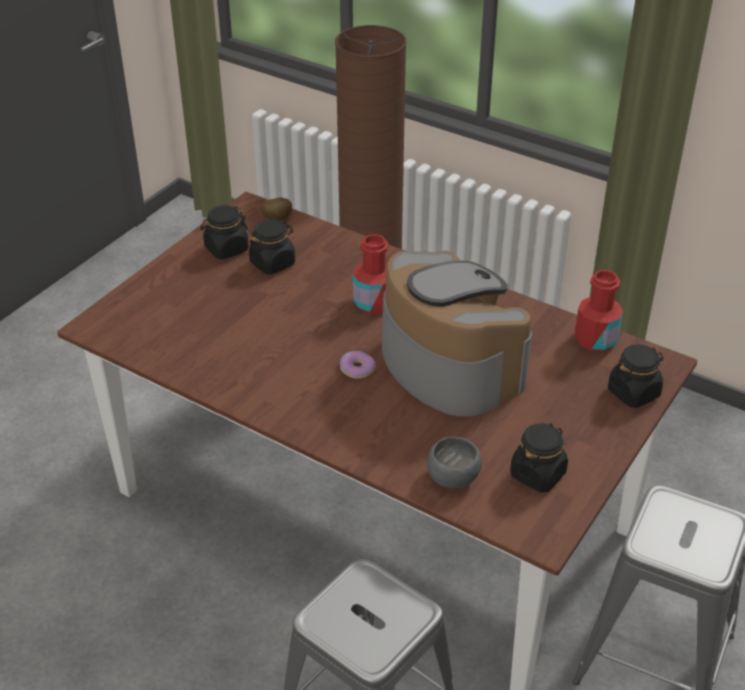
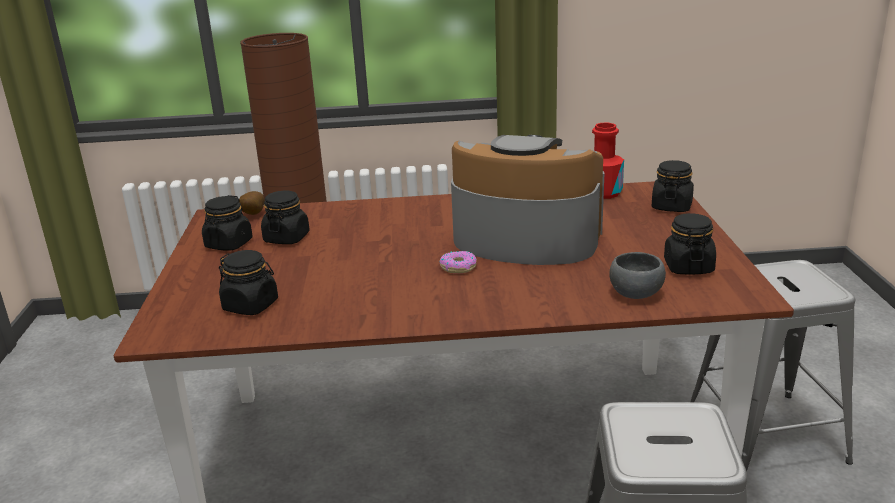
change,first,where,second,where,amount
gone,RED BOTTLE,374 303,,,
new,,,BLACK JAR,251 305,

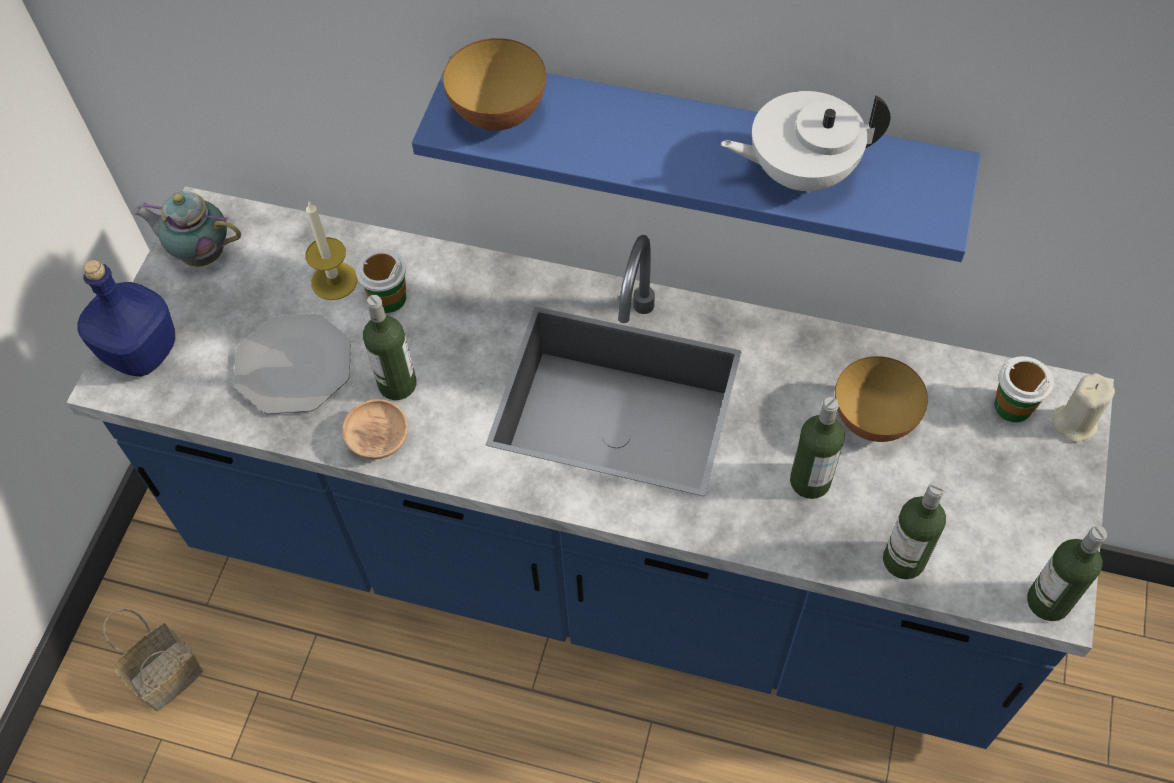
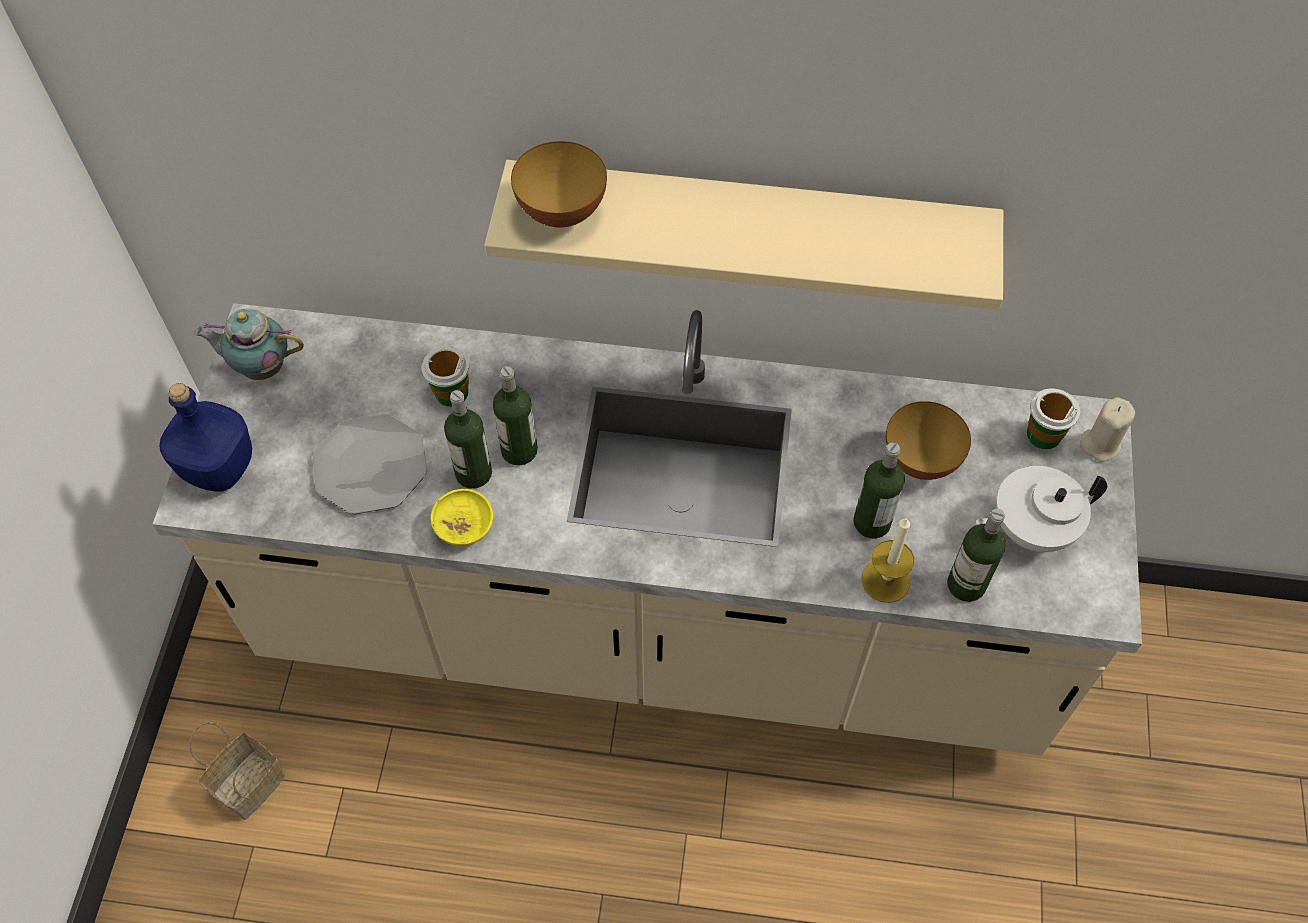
change,first,where,second,where,amount
repainted,BLUE COUNTER,595 568,BEIGE COUNTER,654 632,
shifted,CANDLE,334 281,,885 580,
repainted,BROWN BOWL,378 439,YELLOW BOWL,464 526,
repainted,BLUE SHELF,703 147,BEIGE SHELF,748 224,
shifted,WHITE TEAPOT,800 172,,1030 528,
shifted,BOTTLE,1048 601,,519 450,

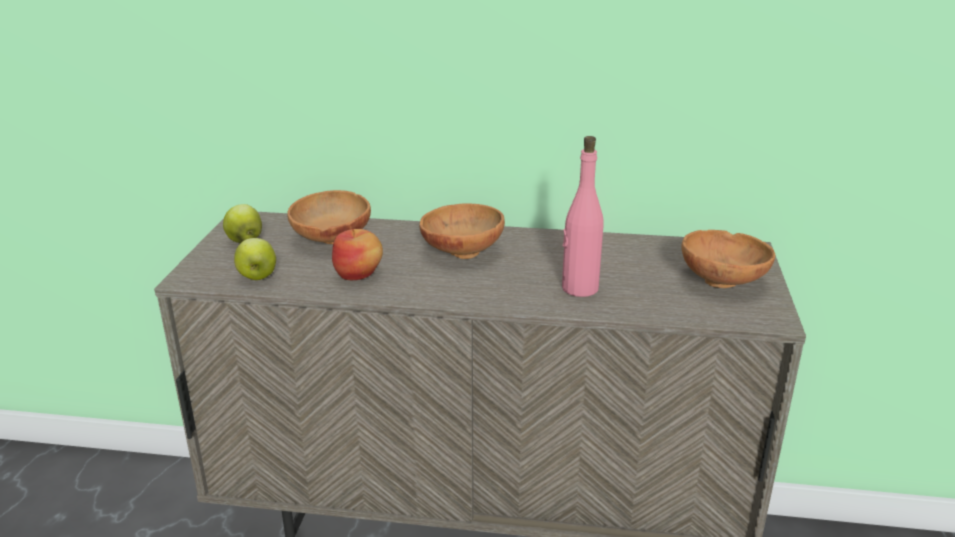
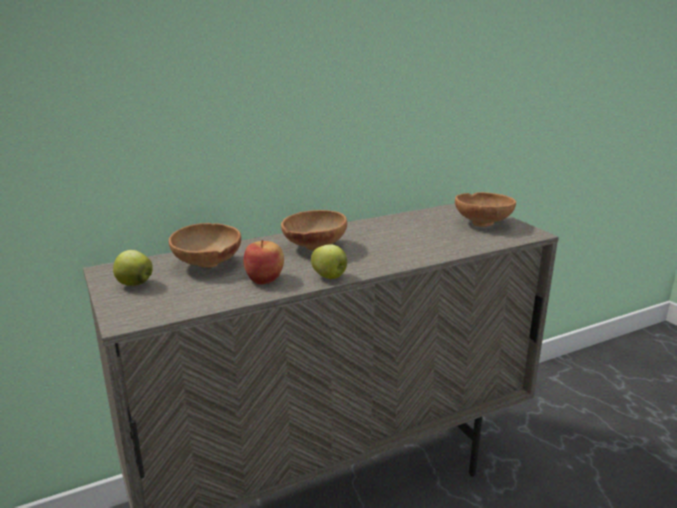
change,first,where,second,where,amount
shifted,APPLE,257 277,,330 277,
gone,PINK BOTTLE,579 288,,,

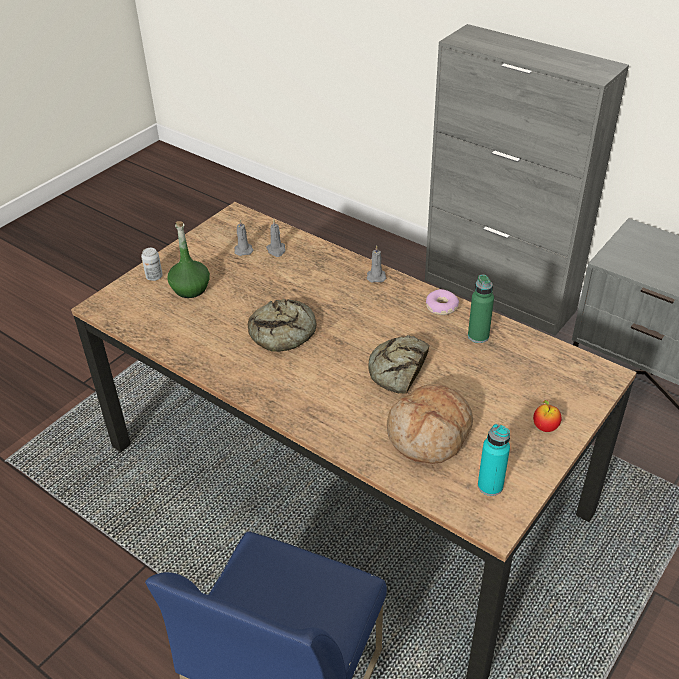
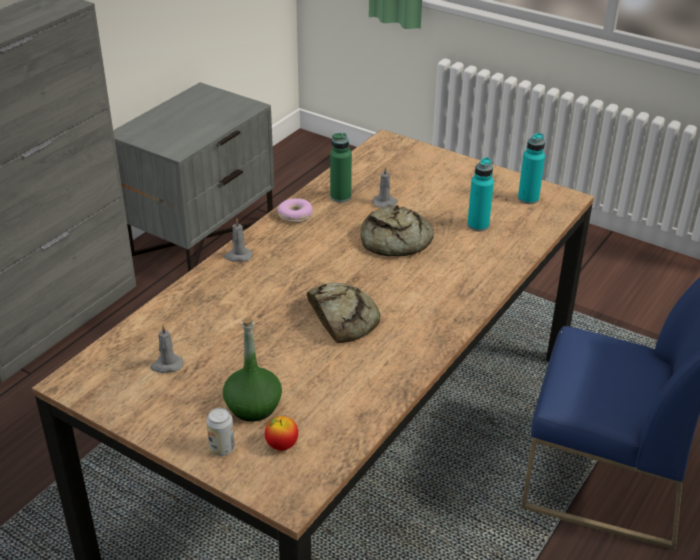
change,first,where,second,where,amount
shifted,GREY CANDLE,276 250,,385 203,
swapped,BREAD,429 434,TURQUOISE BOTTLE,478 225,
shifted,APPLE,545 427,,282 445,

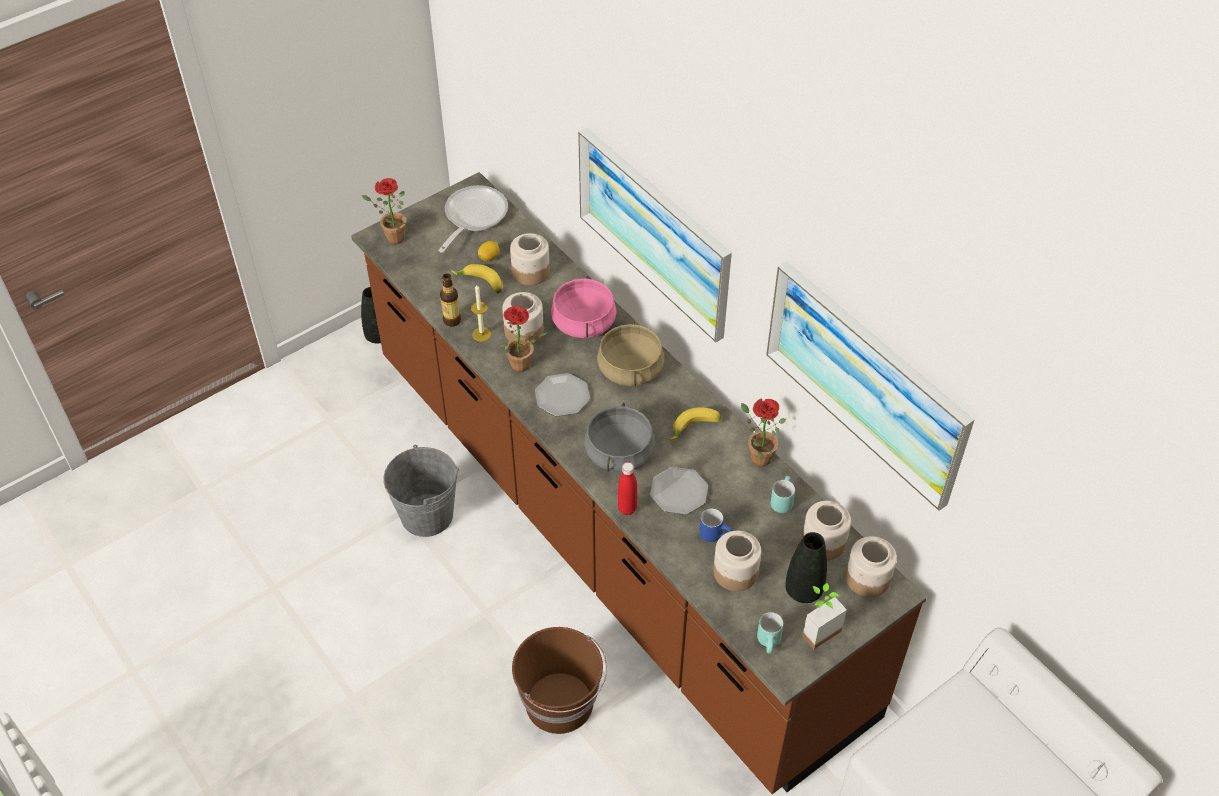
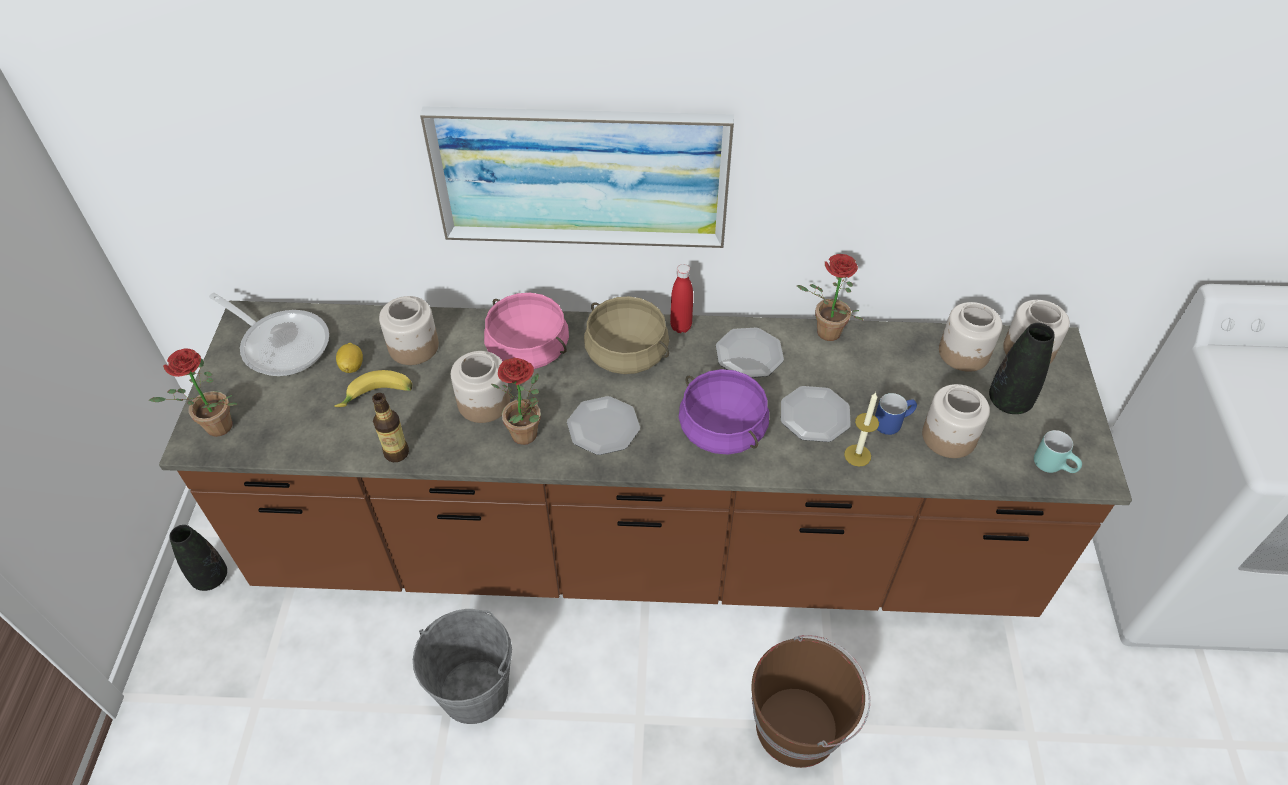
change,first,where,second,where,amount
rotated,FRYING PAN,473 217,,281 344,150 degrees clockwise
shifted,CANDLE,481 334,,857 455,
repainted,GREY COOKING POT,618 452,PURPLE COOKING POT,721 429,
shifted,RED BOTTLE,627 508,,681 326,
swapped,BANANA,694 429,PLATE,749 355,
gone,PICTURE,866 381,,,
gone,TURQUOISE MUG,780 500,,,
gone,POTTED PLANT,816 628,,,

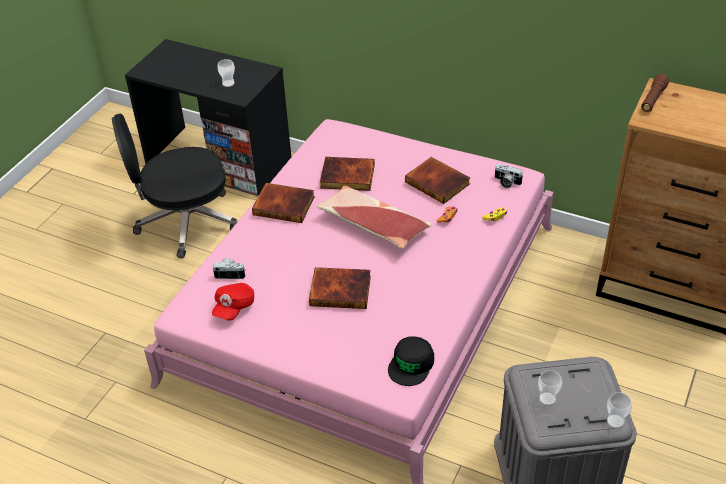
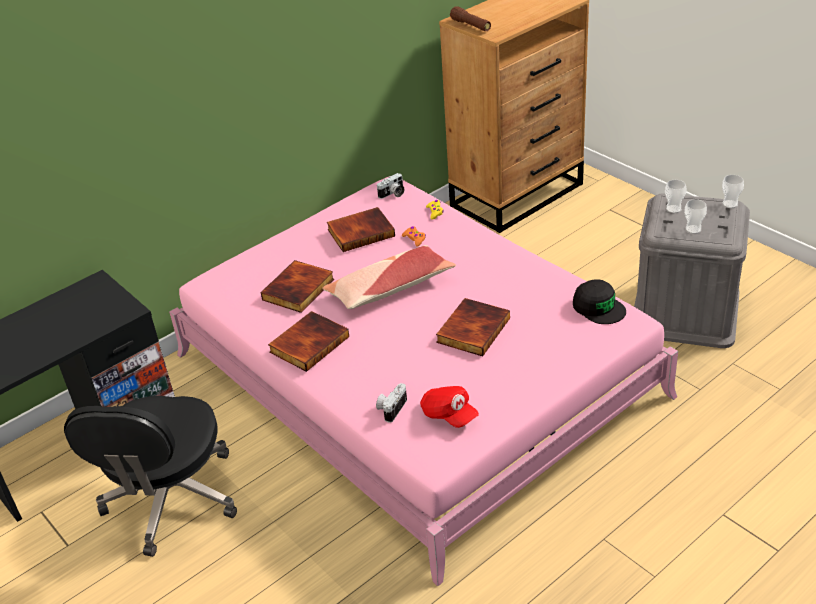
change,first,where,second,where,amount
shifted,CUP,228 83,,673 209,

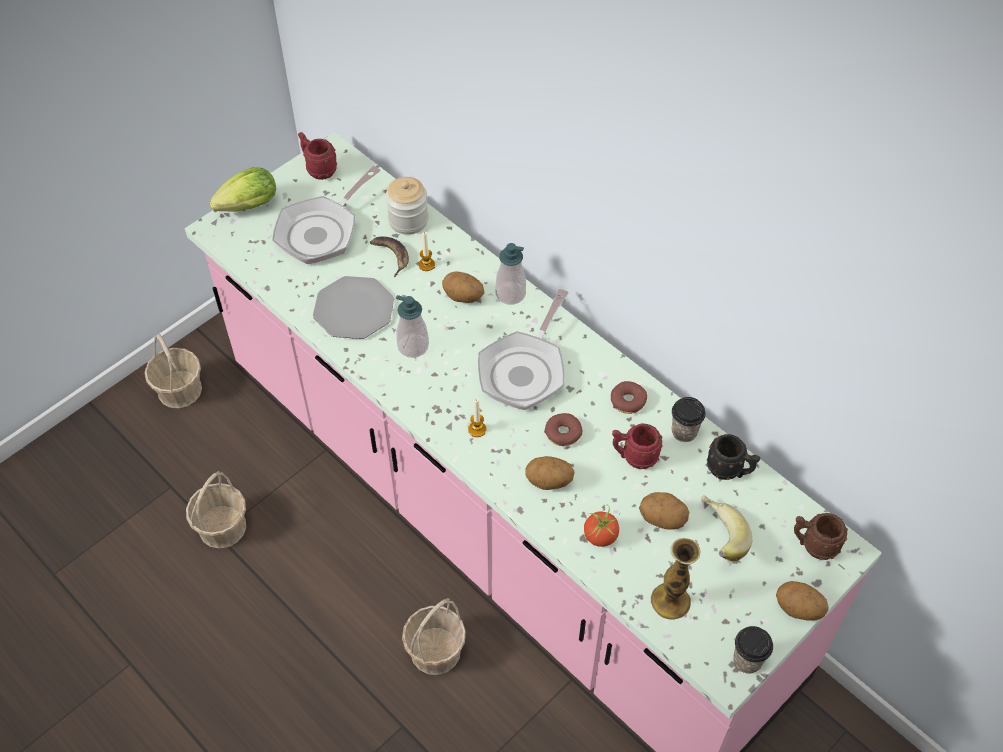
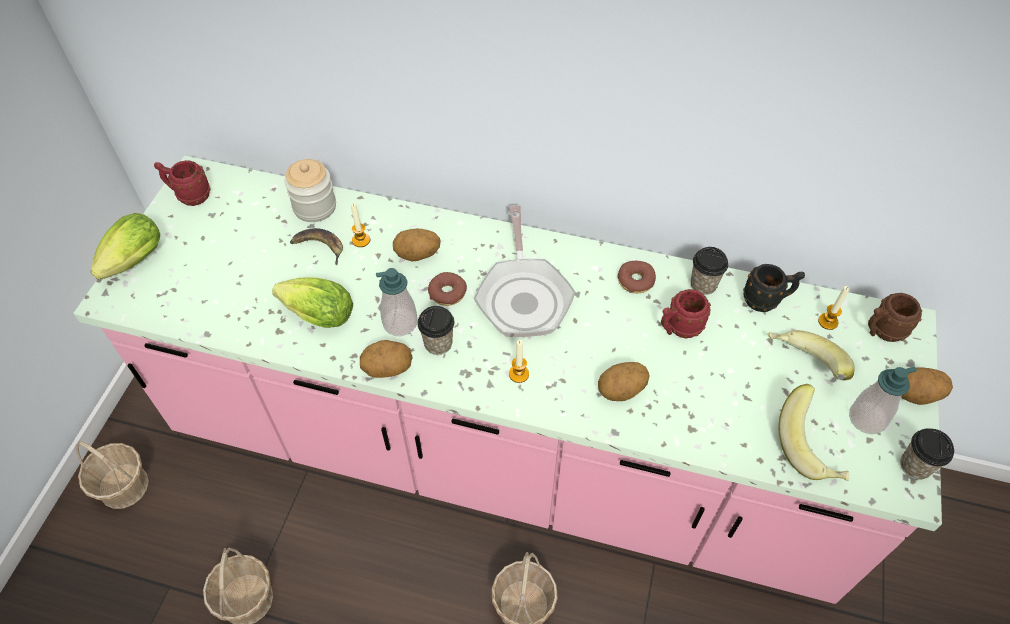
change,first,where,second,where,amount
gone,FRYING PAN,321 231,,,
swapped,PLATE,354 309,LETTUCE,315 314,
shifted,SOAP DISPENSER,510 294,,867 418,
shifted,DONUT,563 433,,447 293,
gone,TOMATO,600 536,,,
shifted,POTATO,662 519,,388 368,
swapped,VASE,670 601,BANANA,810 447,
new,,,CUP,438 344,
new,,,CANDLE,828 321,

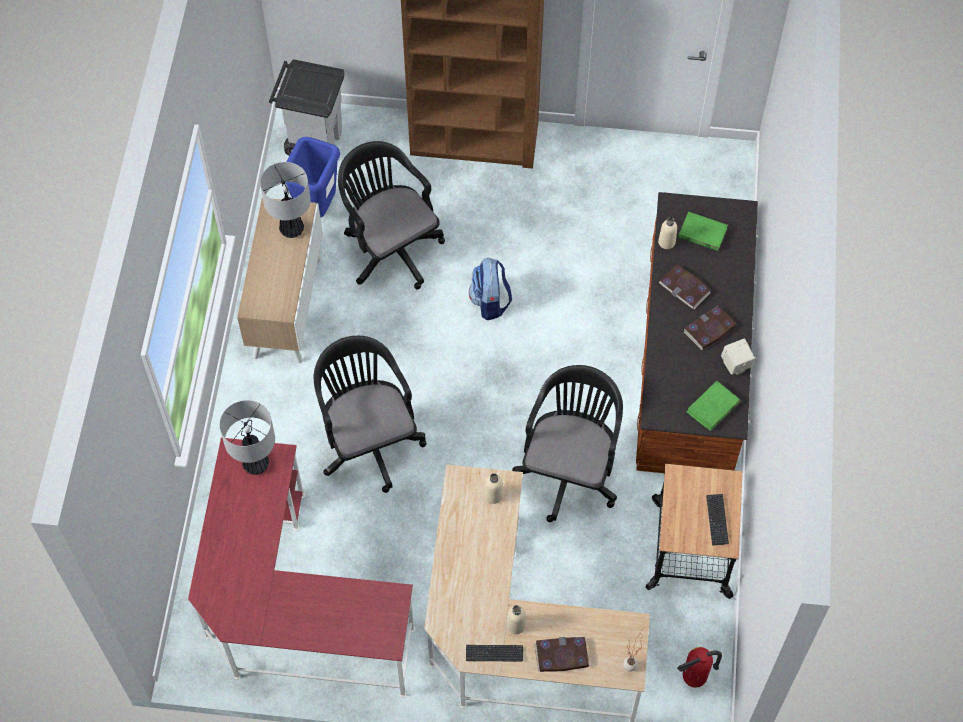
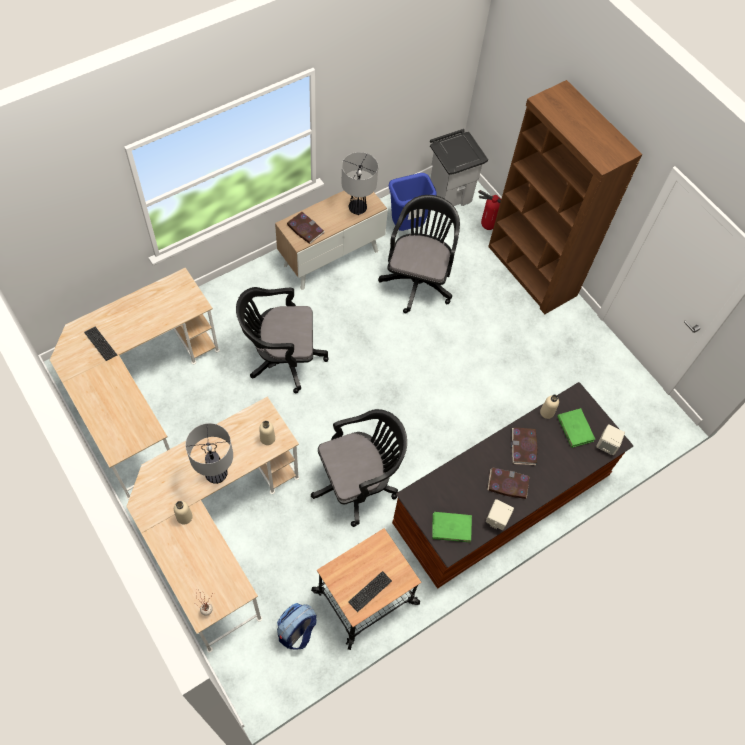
change,first,where,second,where,amount
repainted,RED DESK,291 607,BEIGE DESK,140 396,
shifted,TABLE LAMP,256 463,,216 474,
rotated,BLACK OFFICE CHAIR,368 440,,282 358,120 degrees counterclockwise
shifted,KEYBOARD,494 653,,100 344,
shifted,BACKPACK,490 302,,297 631,
shifted,BOOK,561 655,,305 229,
shifted,FIRE EXTINGUISHER,694 679,,487 227,
new,,,BEIGE SPEAKER,607 445,

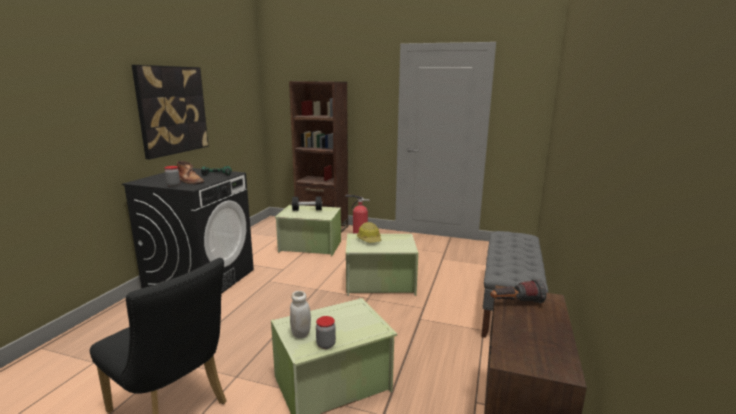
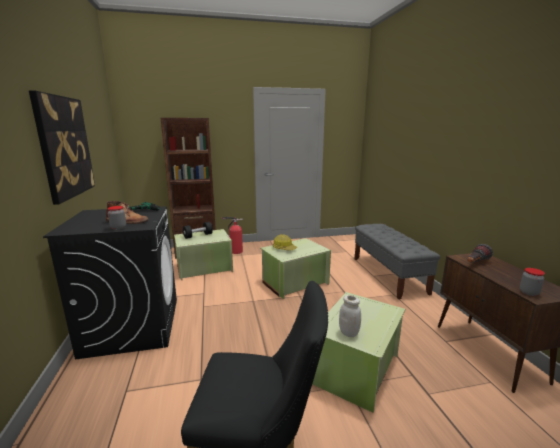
change,first,where,second,where,amount
shifted,JAR,326 344,,529 292,

